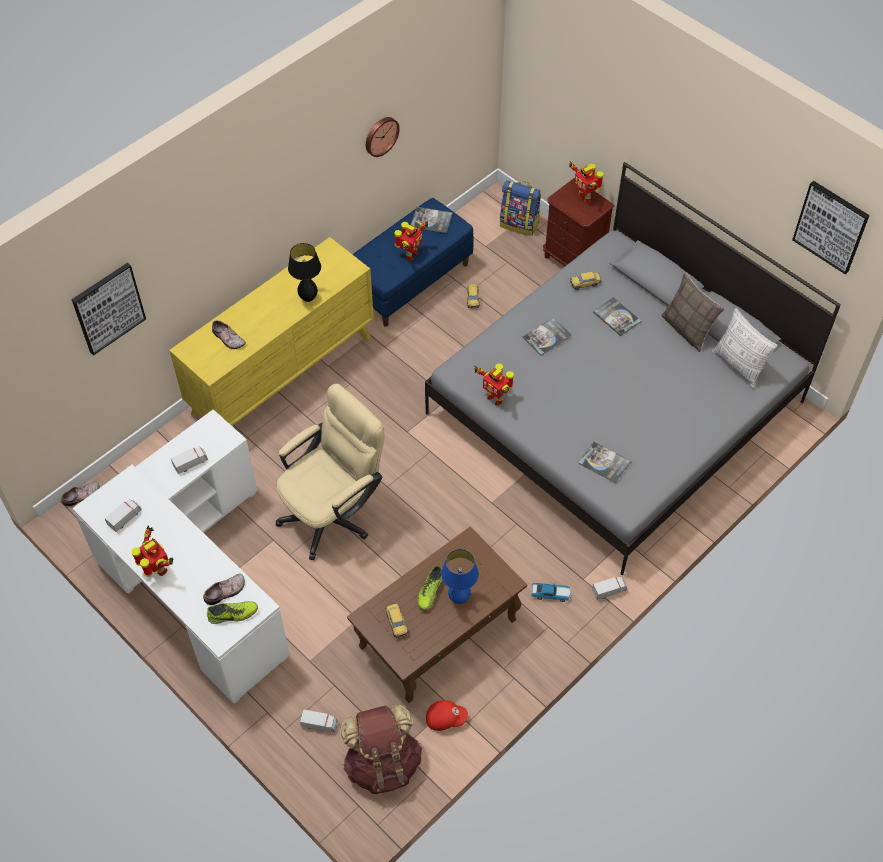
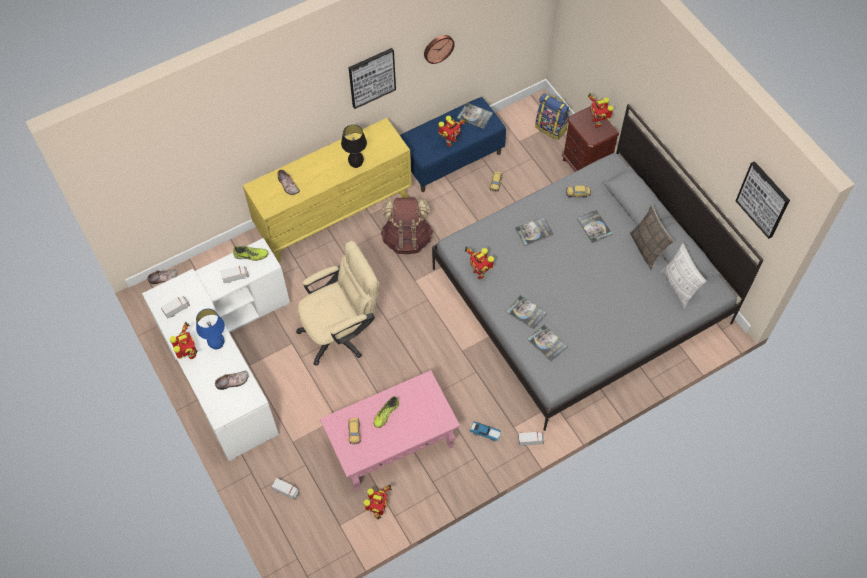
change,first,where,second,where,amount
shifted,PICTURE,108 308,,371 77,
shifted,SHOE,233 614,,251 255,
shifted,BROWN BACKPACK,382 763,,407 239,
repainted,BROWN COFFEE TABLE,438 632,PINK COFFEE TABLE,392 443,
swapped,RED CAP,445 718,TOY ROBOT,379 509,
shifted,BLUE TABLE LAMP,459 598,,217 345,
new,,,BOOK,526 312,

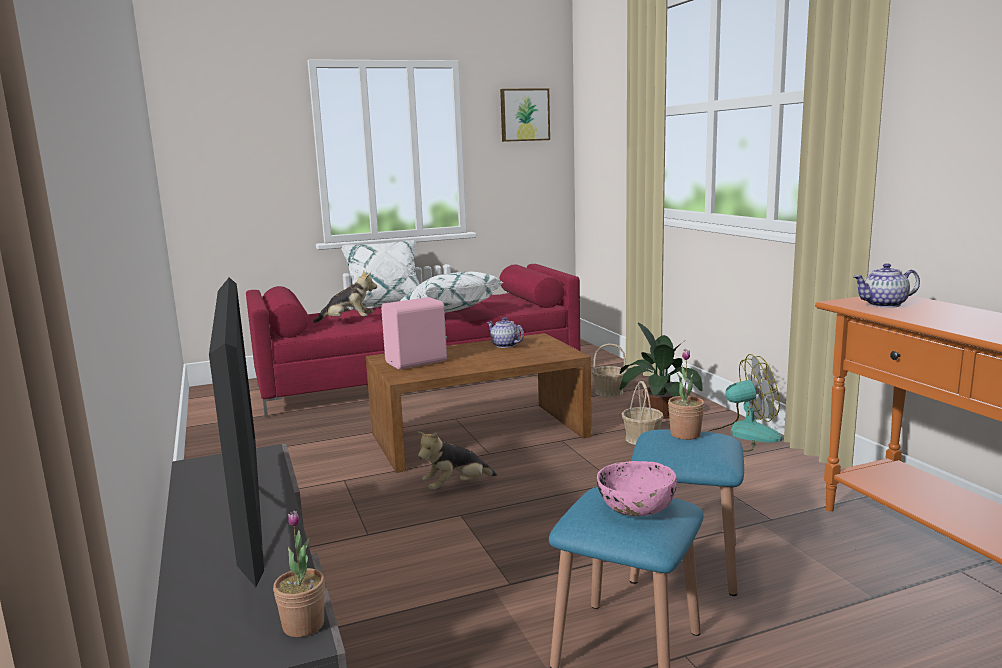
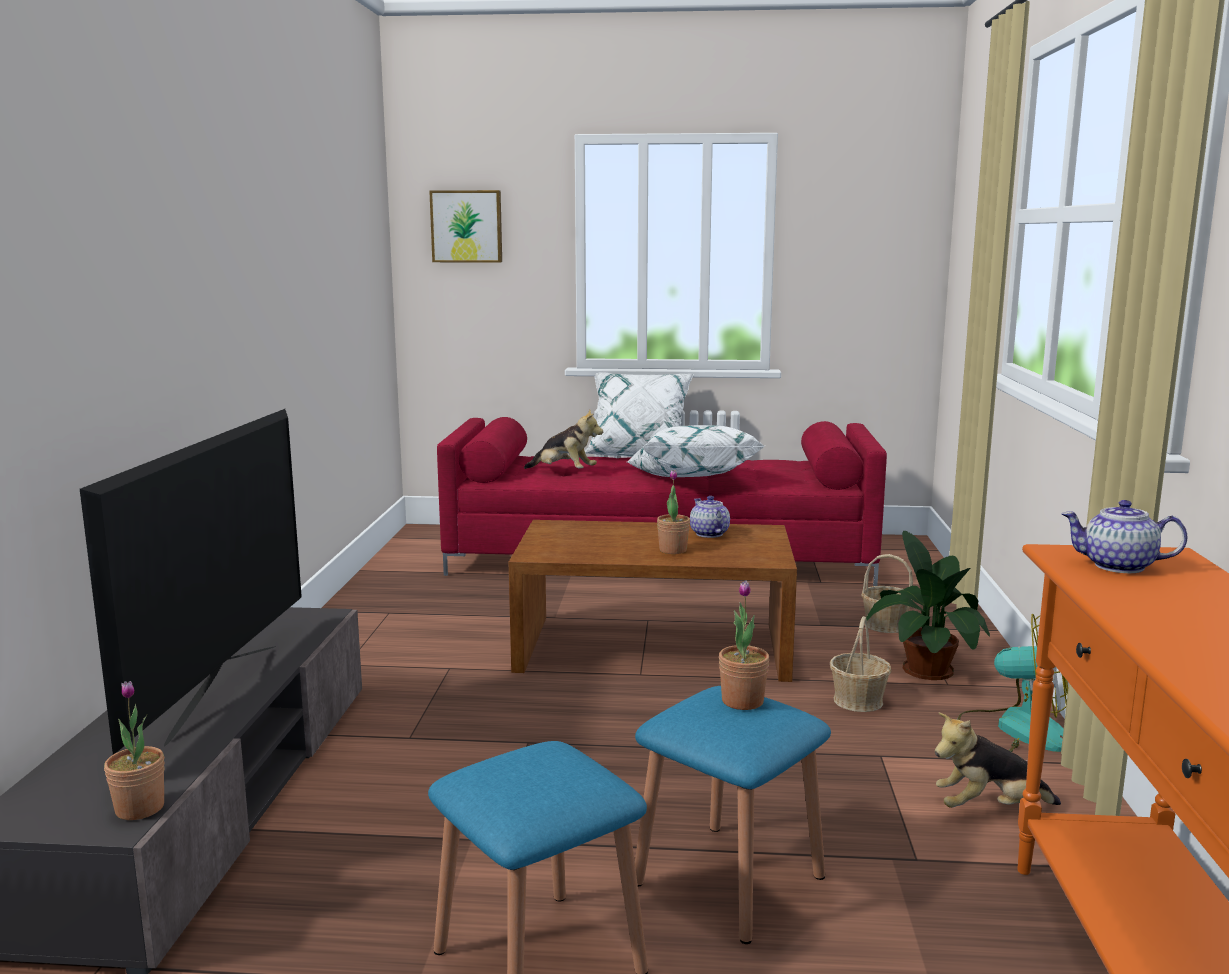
change,first,where,second,where,amount
gone,PINK SPEAKER,418 362,,,
shifted,PLUSH TOY,456 487,,989 809,
shifted,PICTURE,524 115,,467 226,
gone,PINK BOWL,635 507,,,
new,,,POTTED PLANT,673 550,

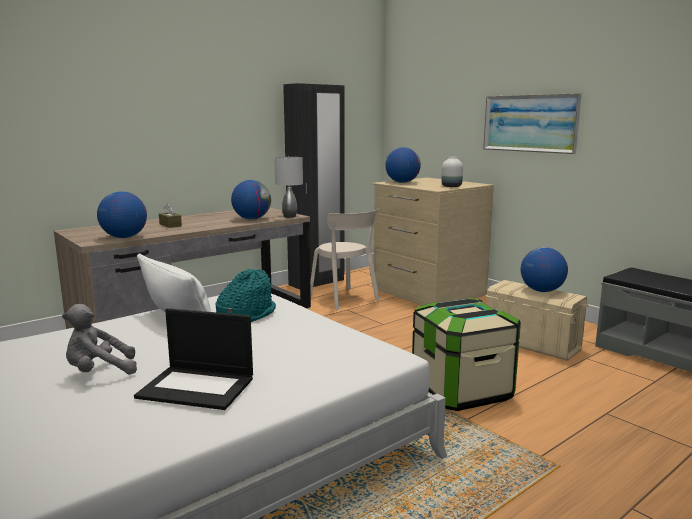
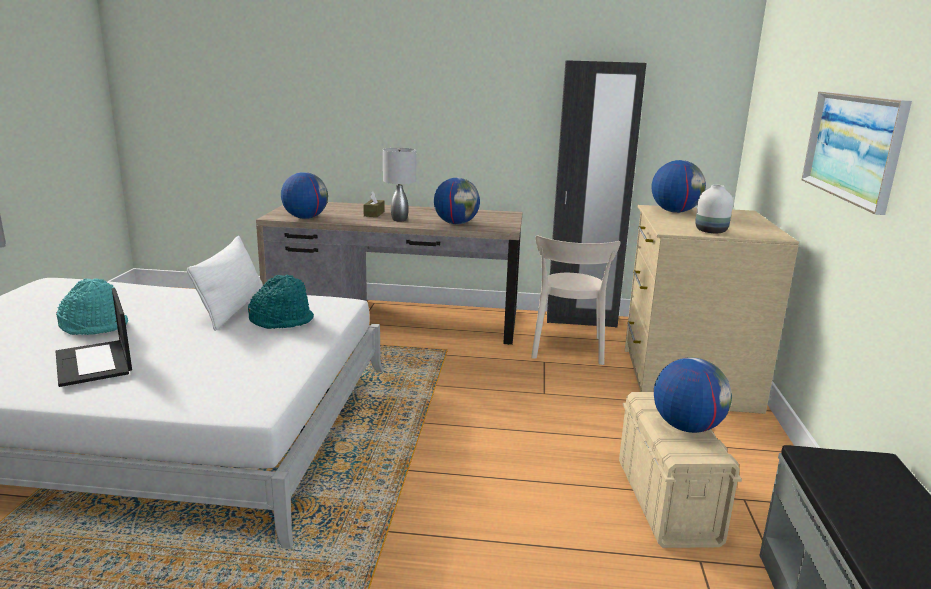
change,first,where,second,where,amount
swapped,GREY PLUSH TOY,99 372,TURQUOISE HAT,95 326,
shifted,GREY TABLE LAMP,289 216,,399 219,
gone,STORAGE BOX,461 391,,,

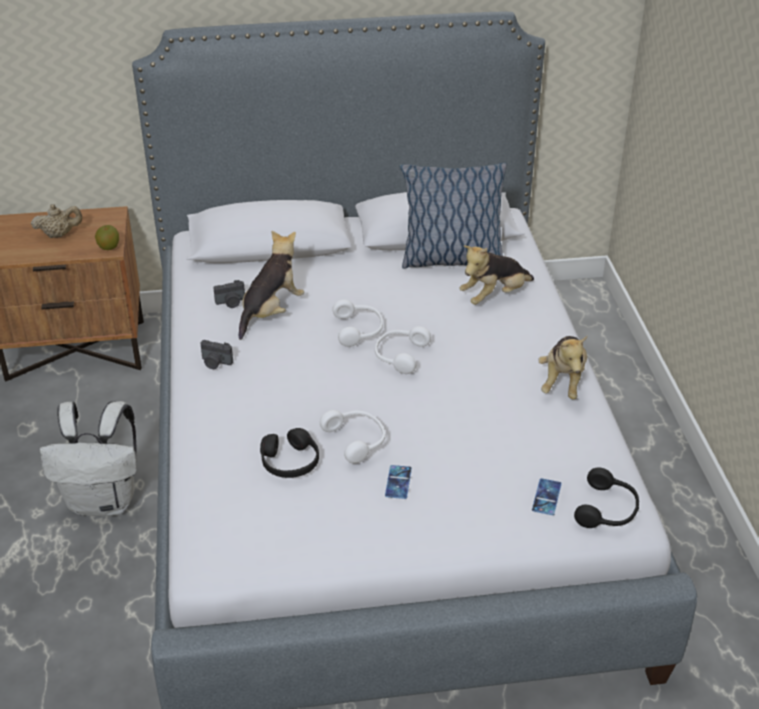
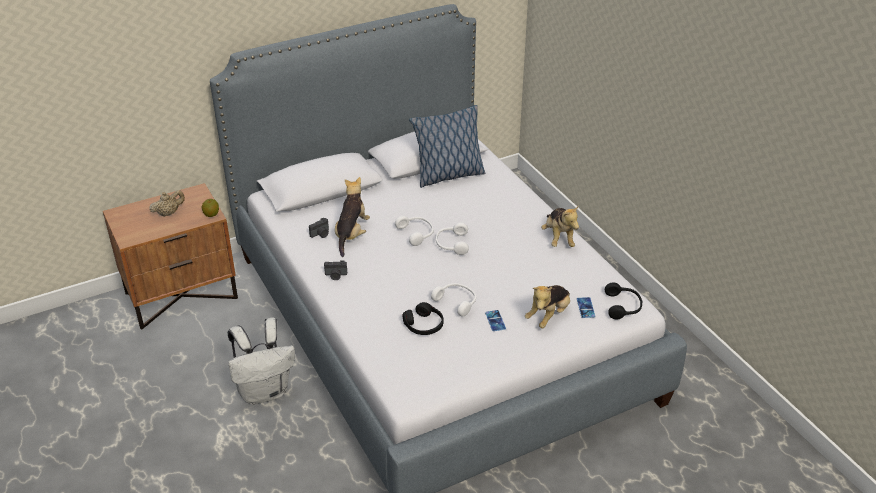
change,first,where,second,where,amount
shifted,PLUSH TOY,494 296,,548 316,

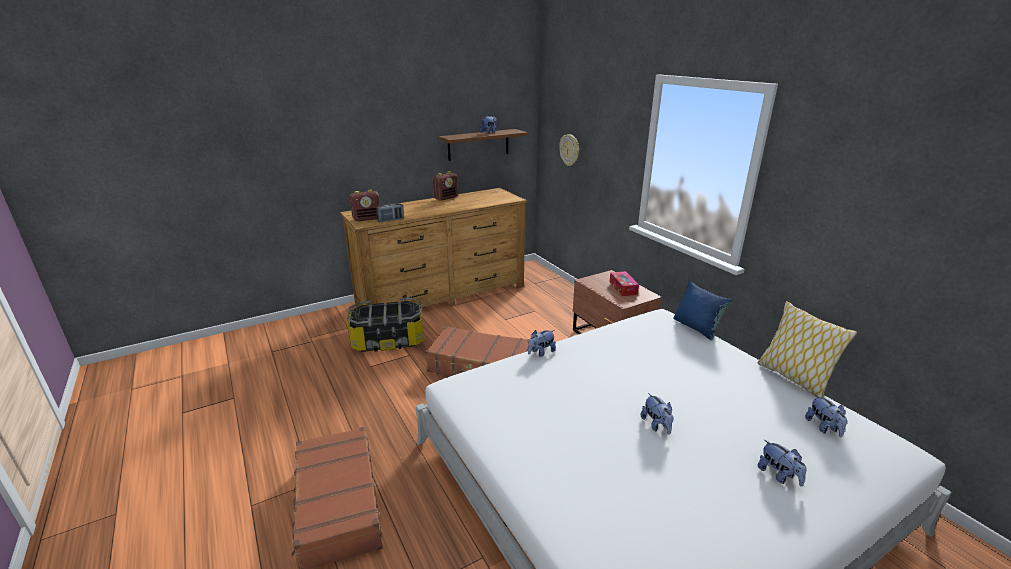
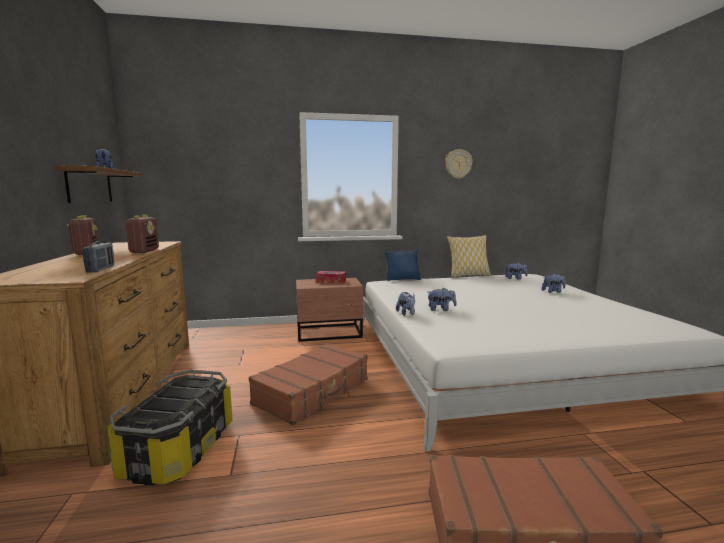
change,first,where,second,where,amount
shifted,RADIO,367 218,,144 251,
shifted,WALL CLOCK,570 150,,458 164,
shifted,PLUSH TOY,656 425,,441 309,

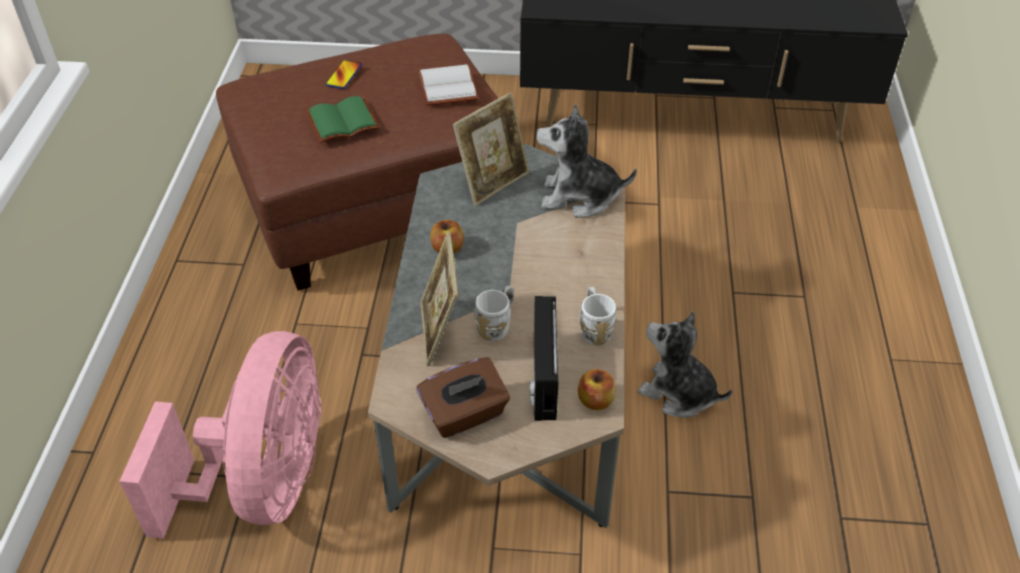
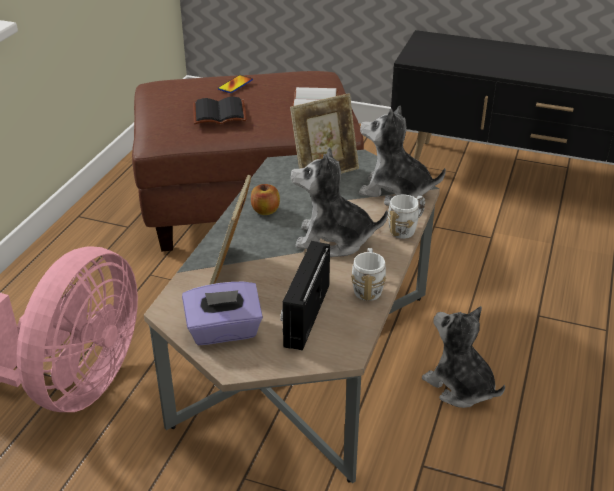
change,first,where,second,where,amount
repainted,GREEN BOOK,342 123,BLACK BOOK,218 114,
repainted,BROWN TISSUE BOX,464 414,PURPLE TISSUE BOX,224 331,
shifted,WHITE MUG,497 325,,406 229,
gone,APPLE,595 401,,,
new,,,PLUSH TOY,333 239,

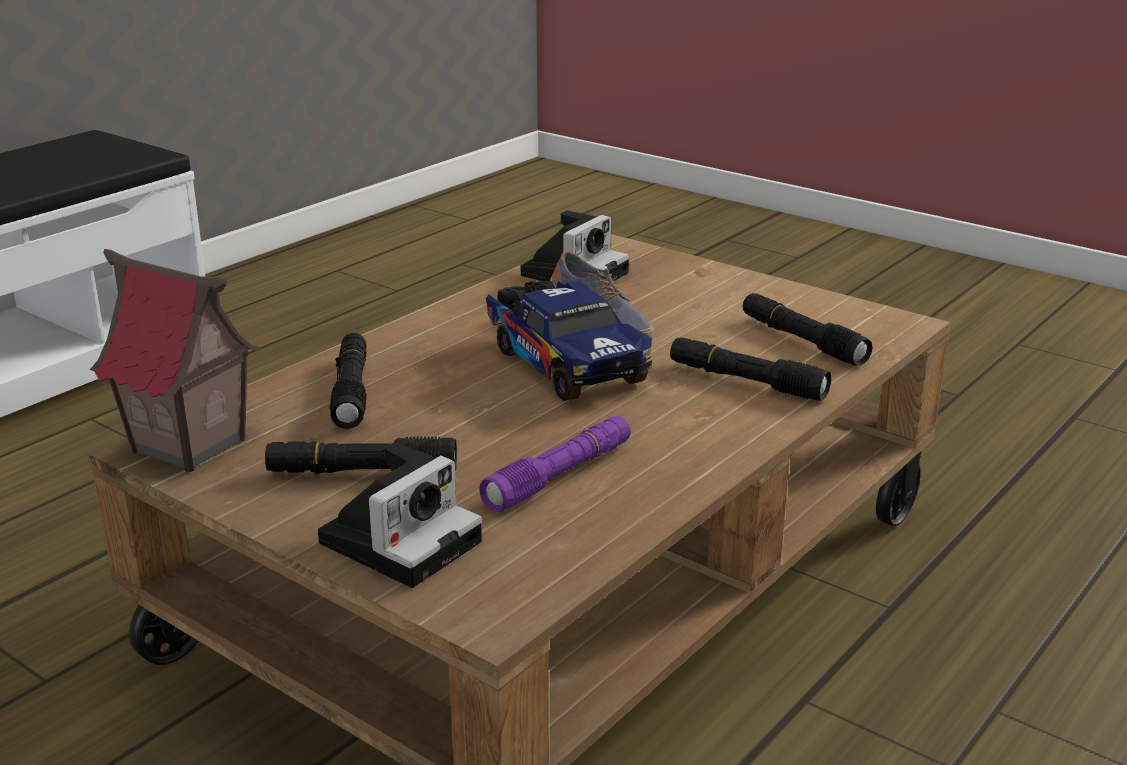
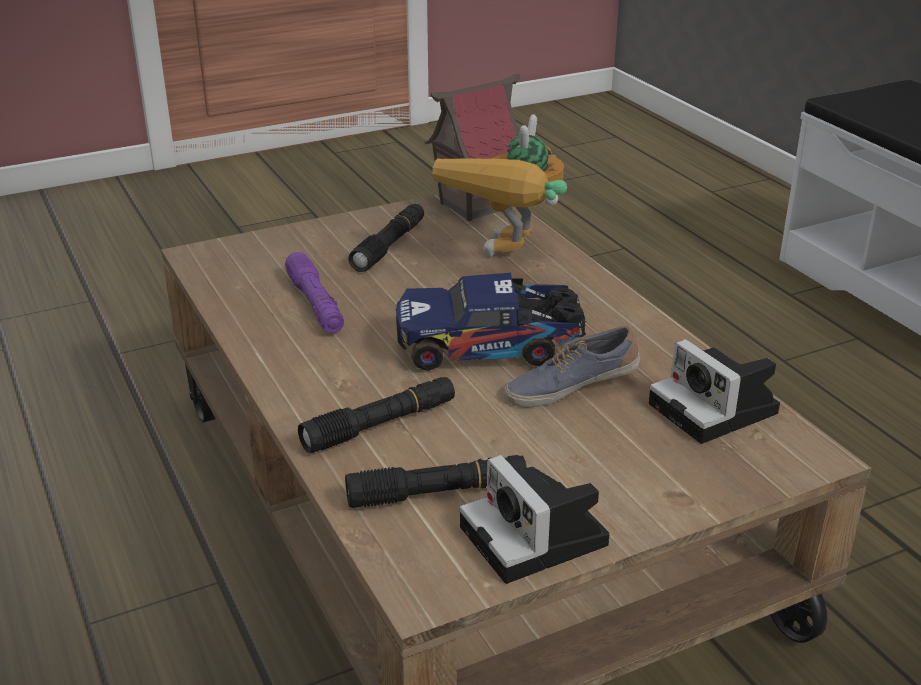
change,first,where,second,where,amount
shifted,PHOTO CAMERA,403 539,,538 539,
swapped,BLACK FLASHLIGHT,351 391,TOY ROBOT,511 260,

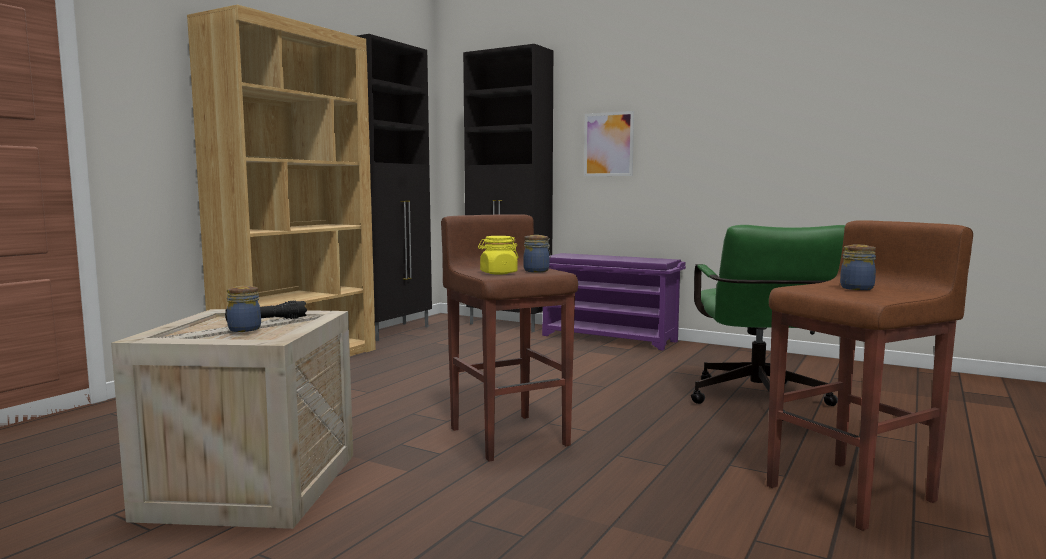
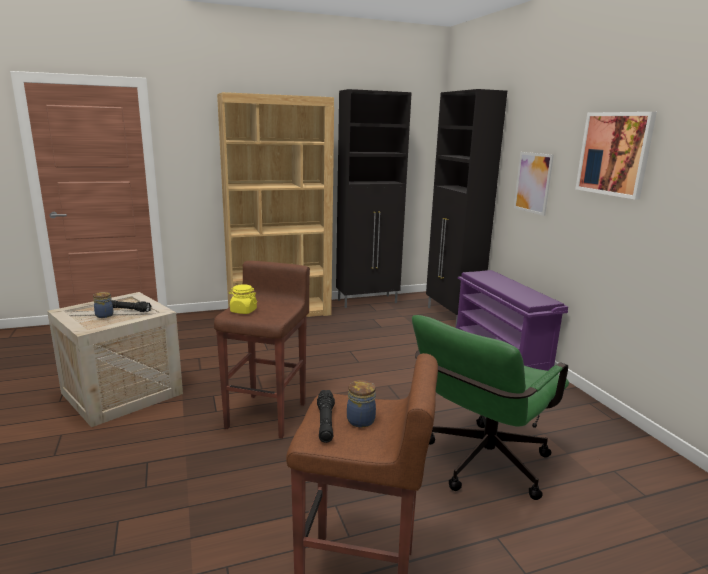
change,first,where,second,where,amount
gone,JAR,537 271,,,
new,,,BLACK FLASHLIGHT,325 422,
new,,,PICTURE,614 154,

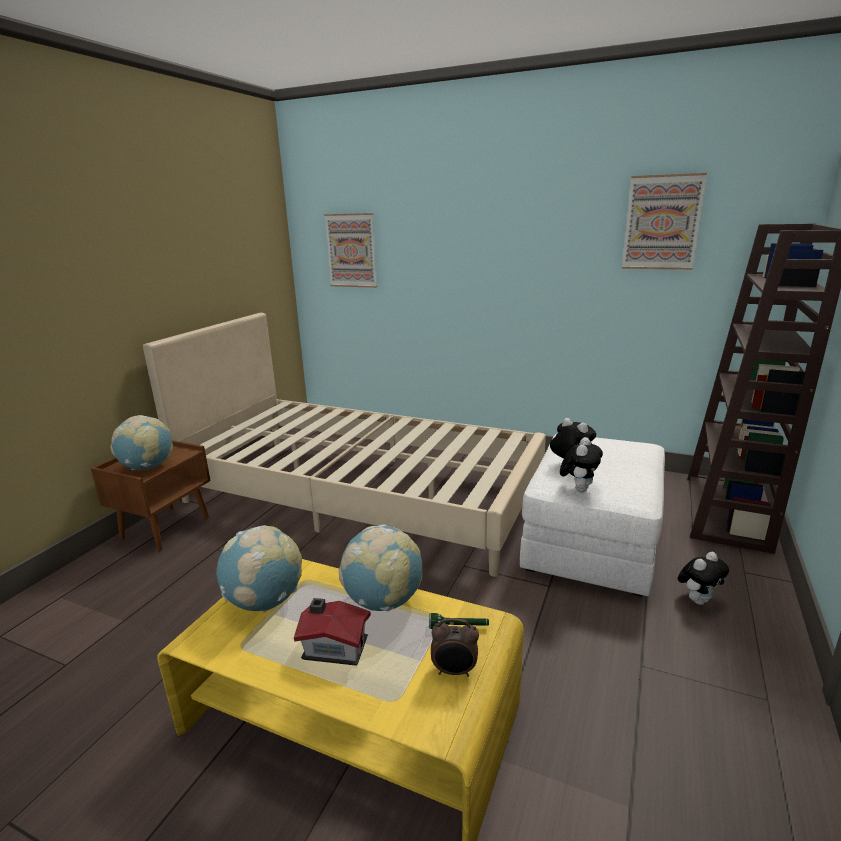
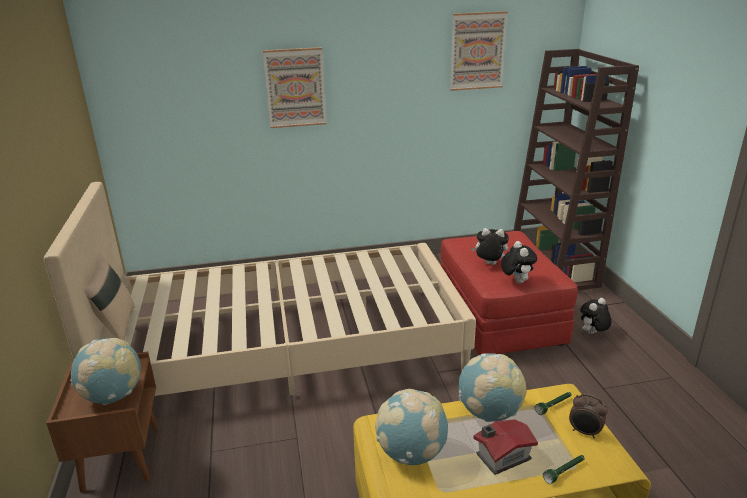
change,first,where,second,where,amount
shifted,PICTURE,351 250,,295 88,
rotated,ALARM CLOCK,454 671,,584 432,60 degrees clockwise
repainted,WHITE OTTOMAN,591 540,RED OTTOMAN,499 318,
rotated,PLUSH TOY,698 599,,592 334,150 degrees counterclockwise
new,,,BEIGE PILLOW,115 326,
new,,,GREEN FLASHLIGHT,564 472,

